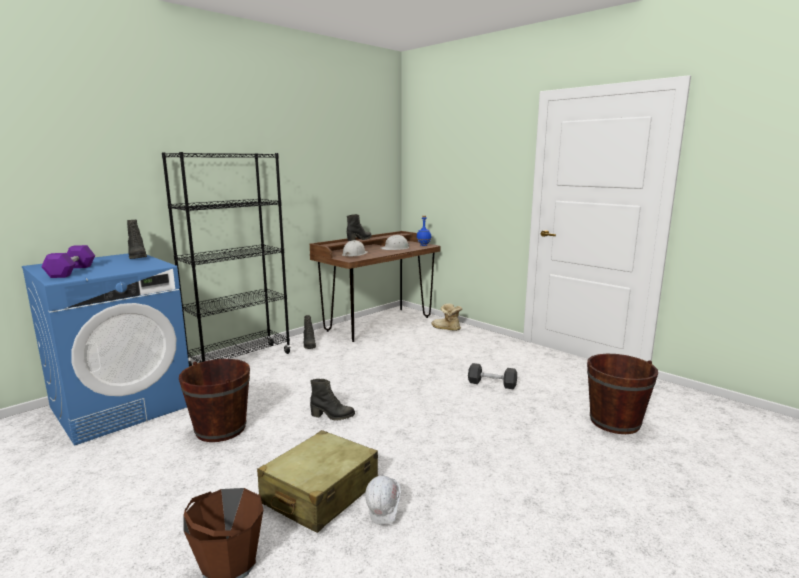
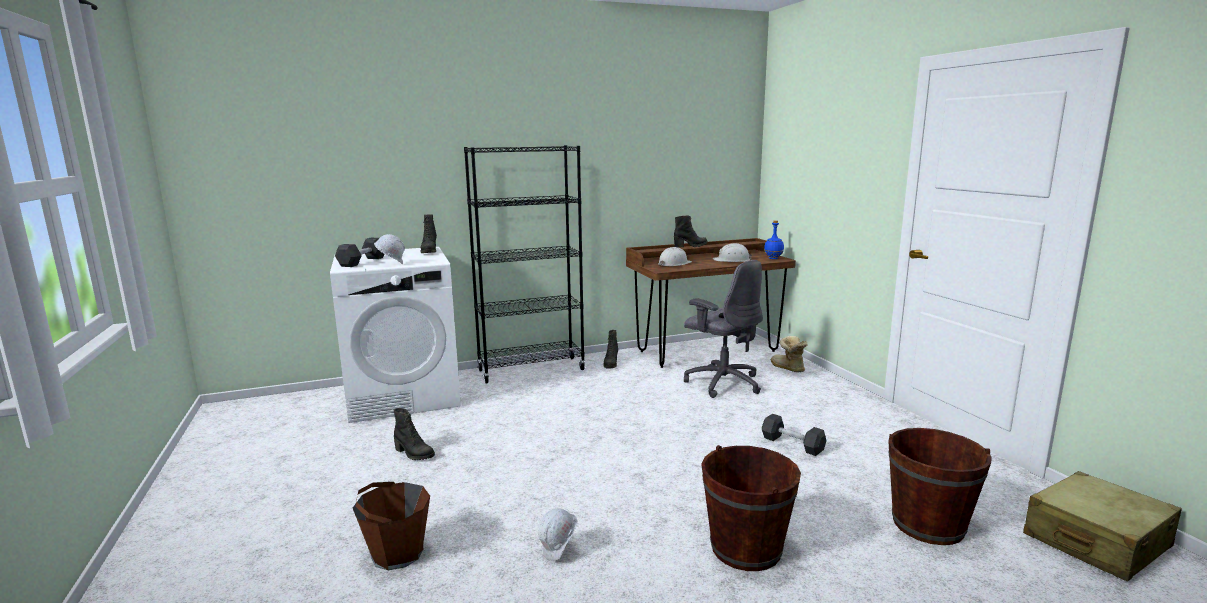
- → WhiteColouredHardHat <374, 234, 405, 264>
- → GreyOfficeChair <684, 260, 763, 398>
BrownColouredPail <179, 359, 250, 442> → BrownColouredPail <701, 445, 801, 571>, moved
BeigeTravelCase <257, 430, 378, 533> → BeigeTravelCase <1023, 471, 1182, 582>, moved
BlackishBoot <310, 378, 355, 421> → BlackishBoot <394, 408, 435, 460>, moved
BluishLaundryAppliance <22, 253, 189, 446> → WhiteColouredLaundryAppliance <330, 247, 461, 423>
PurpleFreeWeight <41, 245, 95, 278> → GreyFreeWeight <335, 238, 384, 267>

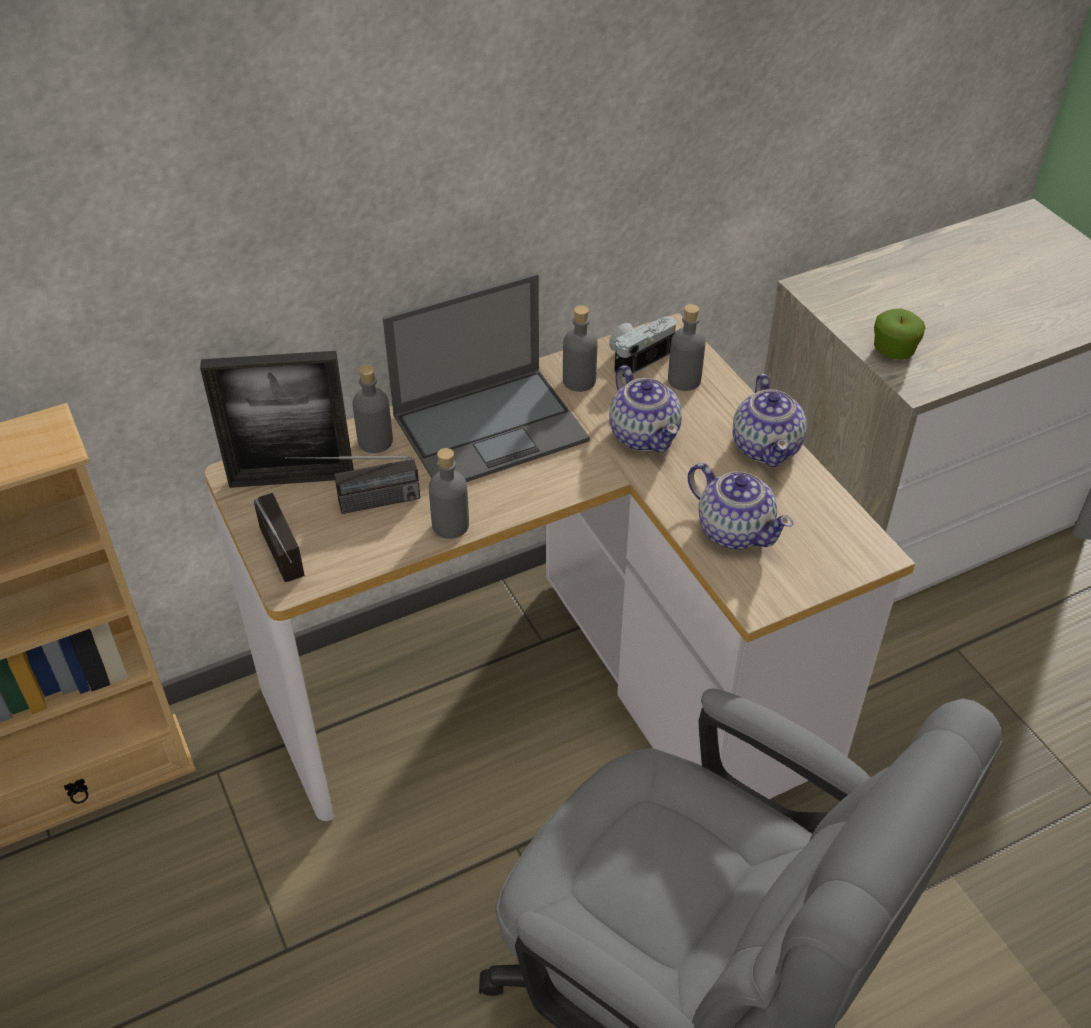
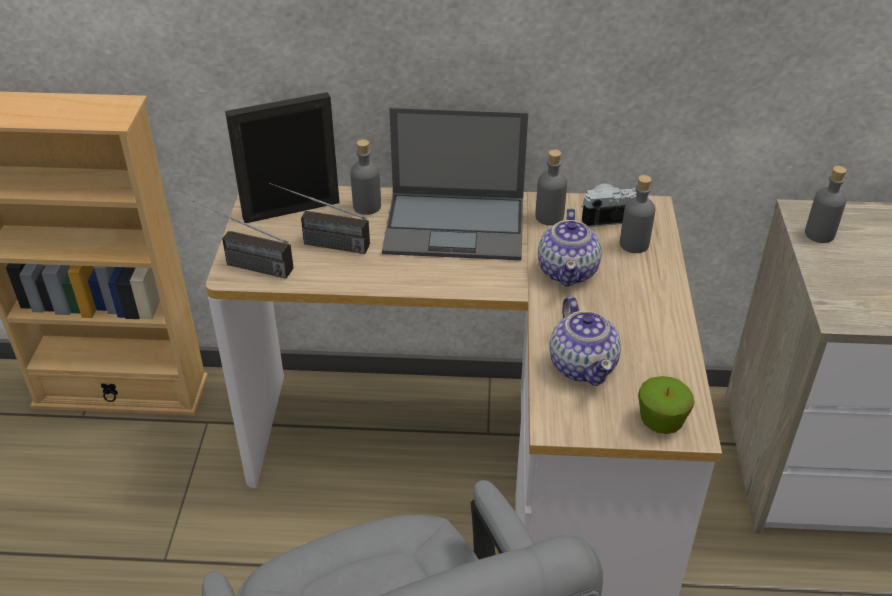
TeaPot <733, 374, 807, 467> → -
GreyBeverageBottle <429, 448, 469, 539> → GreyBeverageBottle <805, 166, 847, 243>, moved
WholeApple <874, 309, 926, 360> → WholeApple <638, 376, 695, 434>, moved
PictureFrame <200, 351, 354, 488> → PictureFrame <225, 92, 339, 223>, 135 degrees clockwise
RadioSet <254, 493, 305, 582> → RadioSet <192, 201, 294, 279>, 105 degrees clockwise

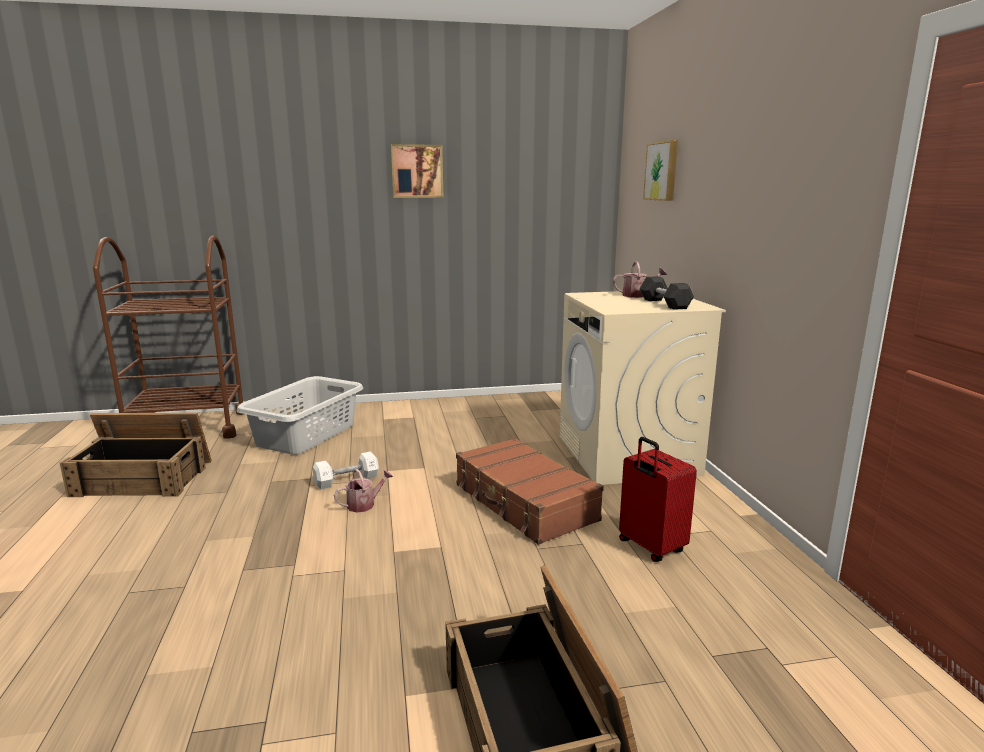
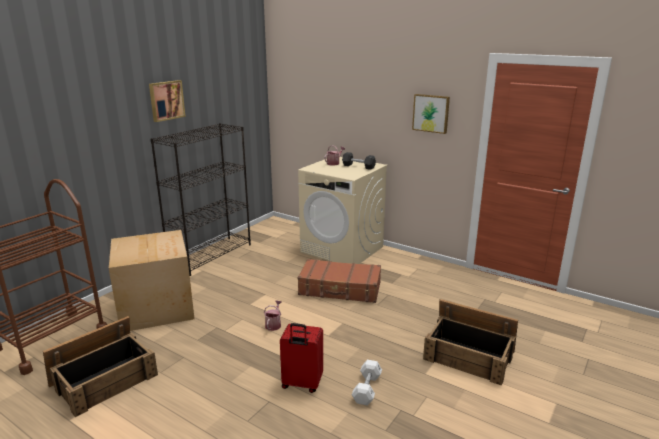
- → BlackishBookshelf <151, 123, 251, 276>
WhiteColouredFreeWeight <313, 451, 379, 489> → WhiteColouredFreeWeight <352, 360, 382, 406>, moved
RedColouredTravelCase <619, 437, 697, 562> → RedColouredTravelCase <280, 323, 323, 393>, moved
WallArt <643, 140, 678, 201> → WallArt <412, 94, 450, 134>, moved
GreyLaundryBasket <237, 376, 363, 455> → CardboardBox <109, 230, 195, 331>

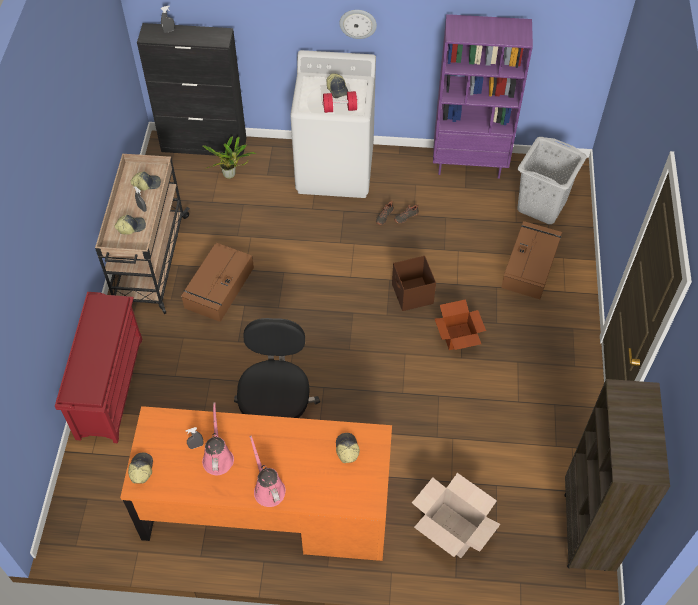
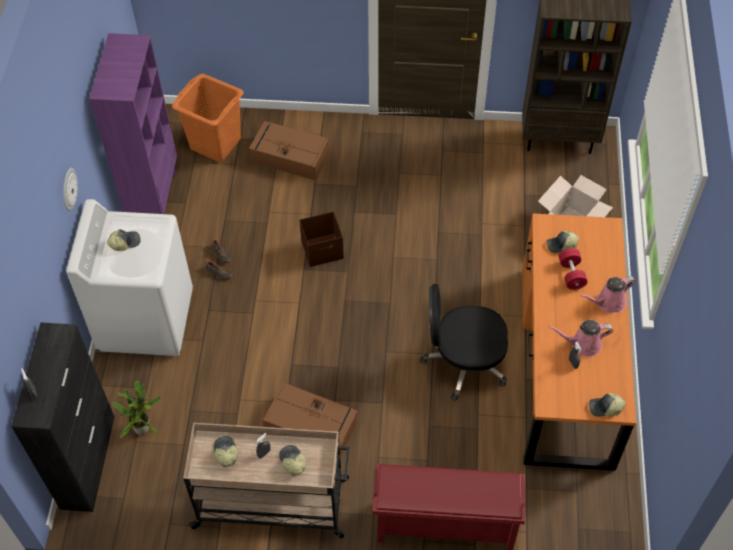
CardboardBox <435, 299, 486, 350> → -
RedColouredFreeWeight <322, 91, 358, 113> → RedColouredFreeWeight <559, 248, 587, 290>, moved
GreyLaundryBasket <517, 137, 587, 224> → OrangeColouredLaundryBasket <172, 74, 244, 162>

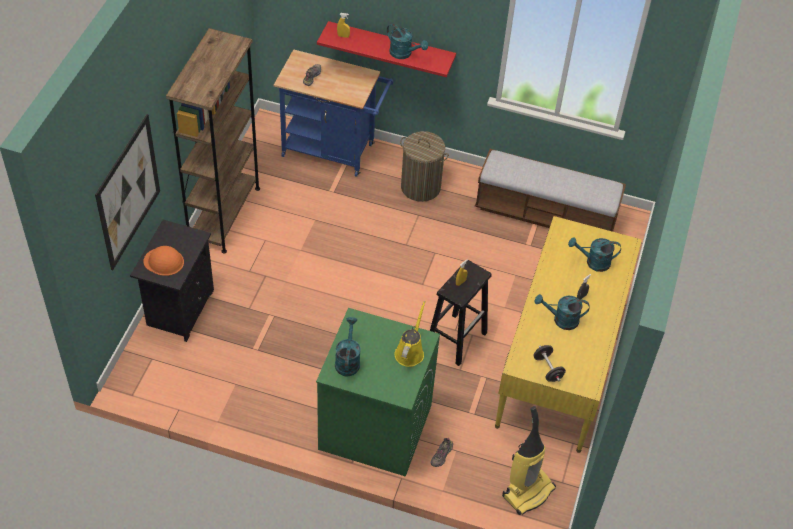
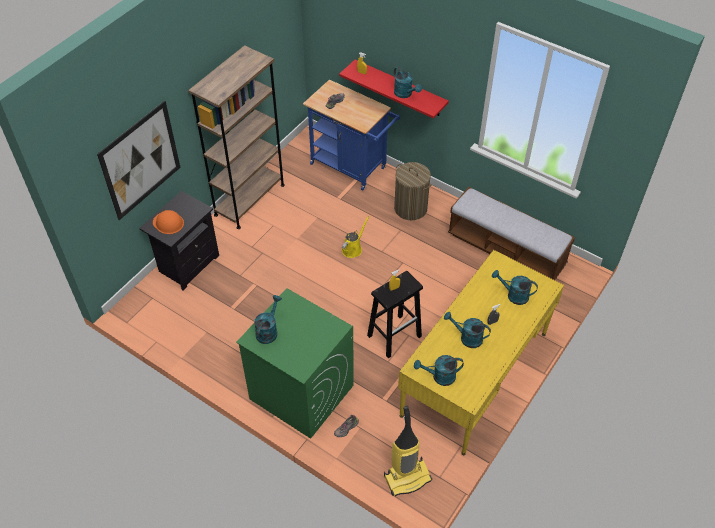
YellowishWateringCan <394, 301, 426, 367> → YellowishWateringCan <342, 216, 369, 258>, moved
BlackishFreeWeight <533, 345, 566, 382> → TurquoiseColouredWateringCan <414, 355, 464, 386>

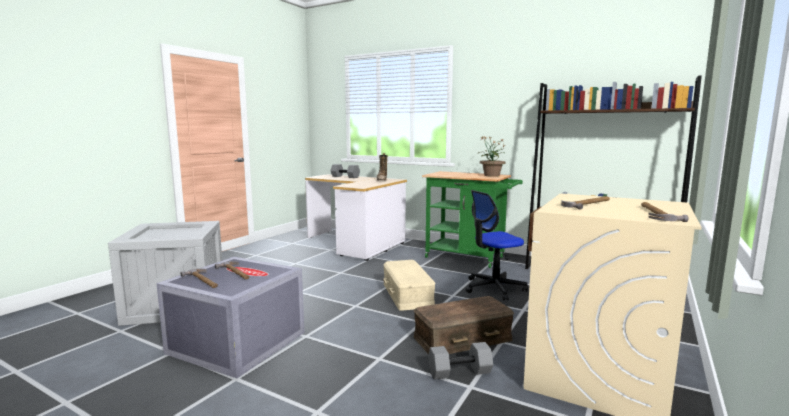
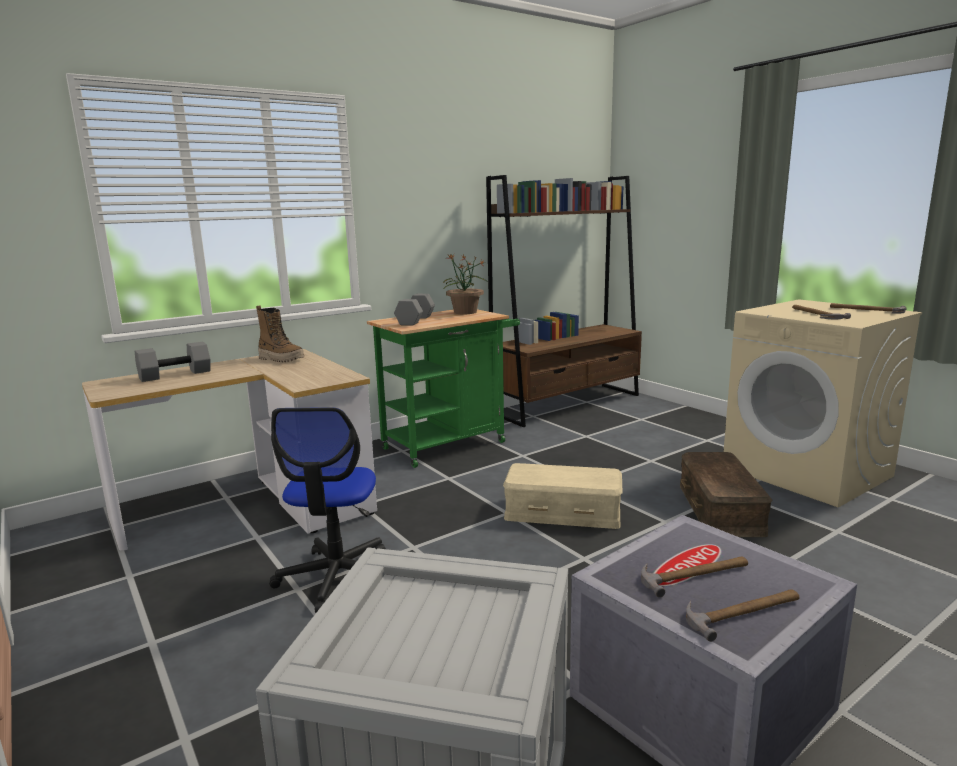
GreyFreeWeight <428, 342, 493, 380> → GreyFreeWeight <394, 294, 435, 326>, moved
OfficeChair <466, 190, 528, 300> → OfficeChair <270, 407, 386, 613>, moved

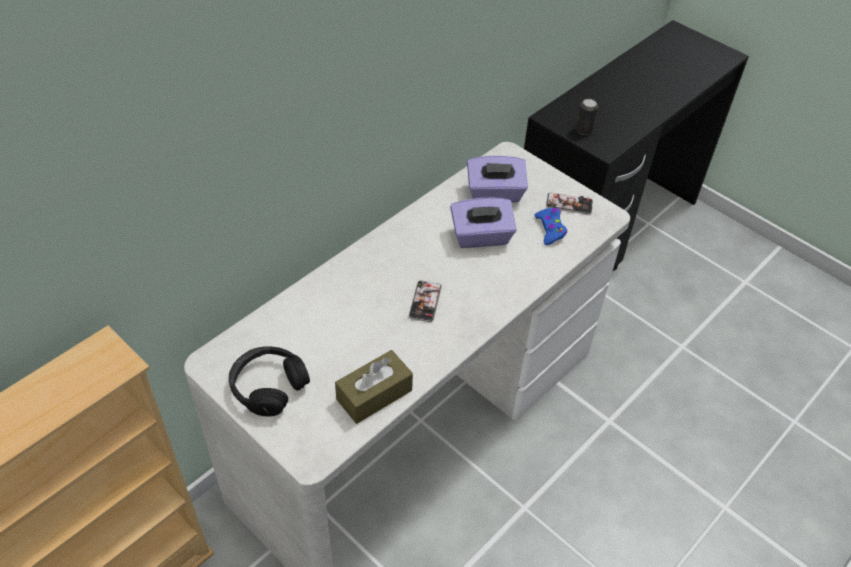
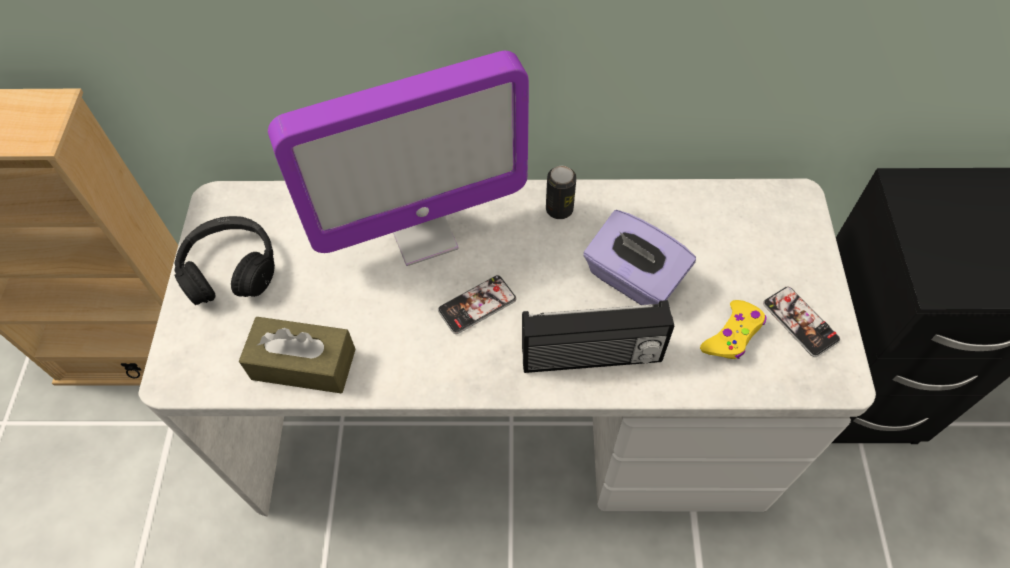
PurpleTissueHolder <467, 156, 528, 203> → -
- → ComputerDisplay <268, 51, 529, 266>
- → RadioSet <522, 300, 674, 373>
SealedCan <576, 99, 598, 135> → SealedCan <546, 166, 576, 219>, moved
BluishJoypad <535, 208, 567, 245> → YellowishJoypad <700, 300, 767, 359>

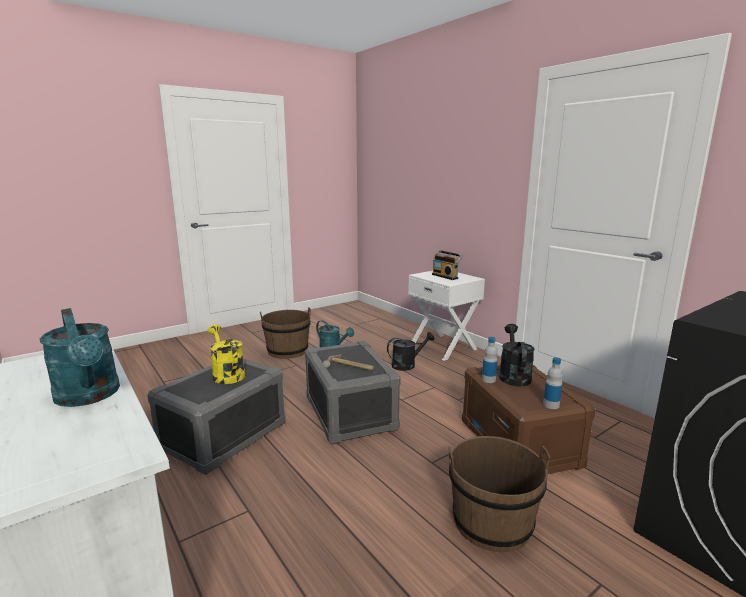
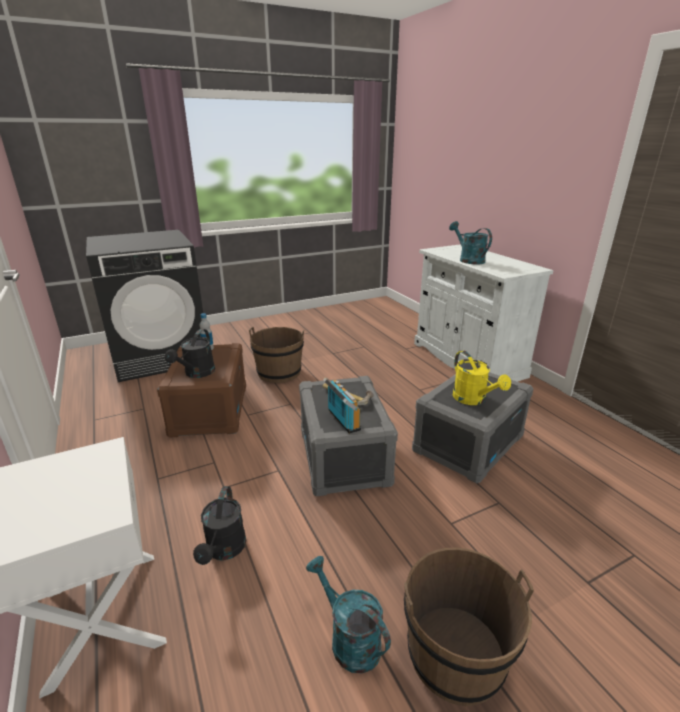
BeverageBottle <482, 337, 498, 383> → -
RadioSet <432, 250, 463, 280> → RadioSet <323, 377, 361, 434>, moved
BlackishWateringCan <387, 332, 435, 371> → BlackishWateringCan <193, 486, 246, 565>, 75 degrees counterclockwise

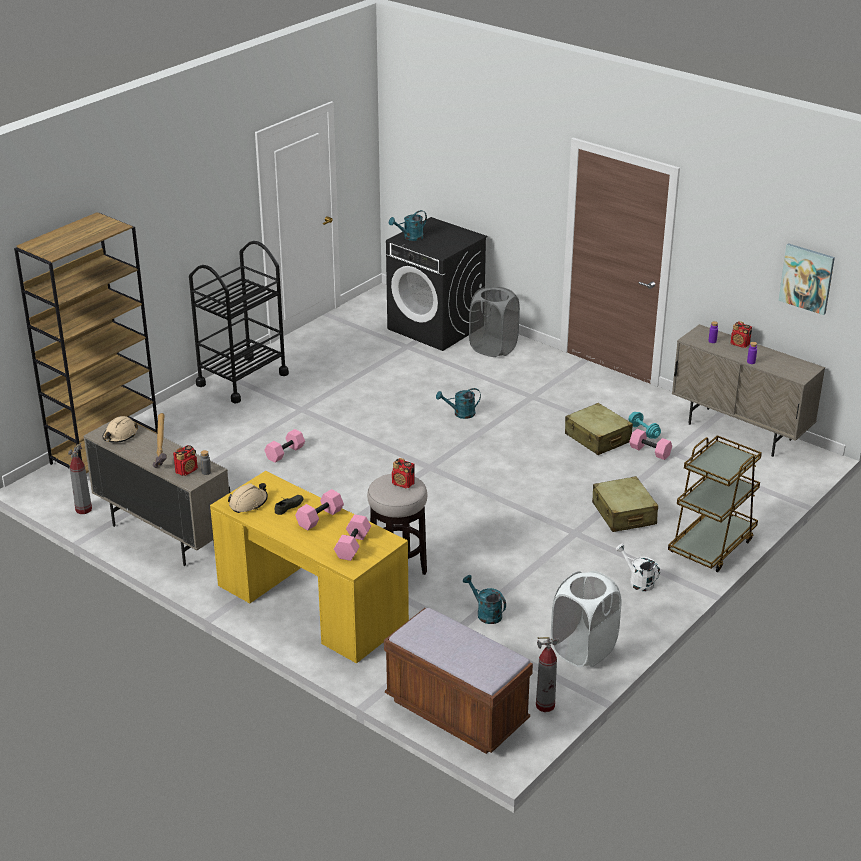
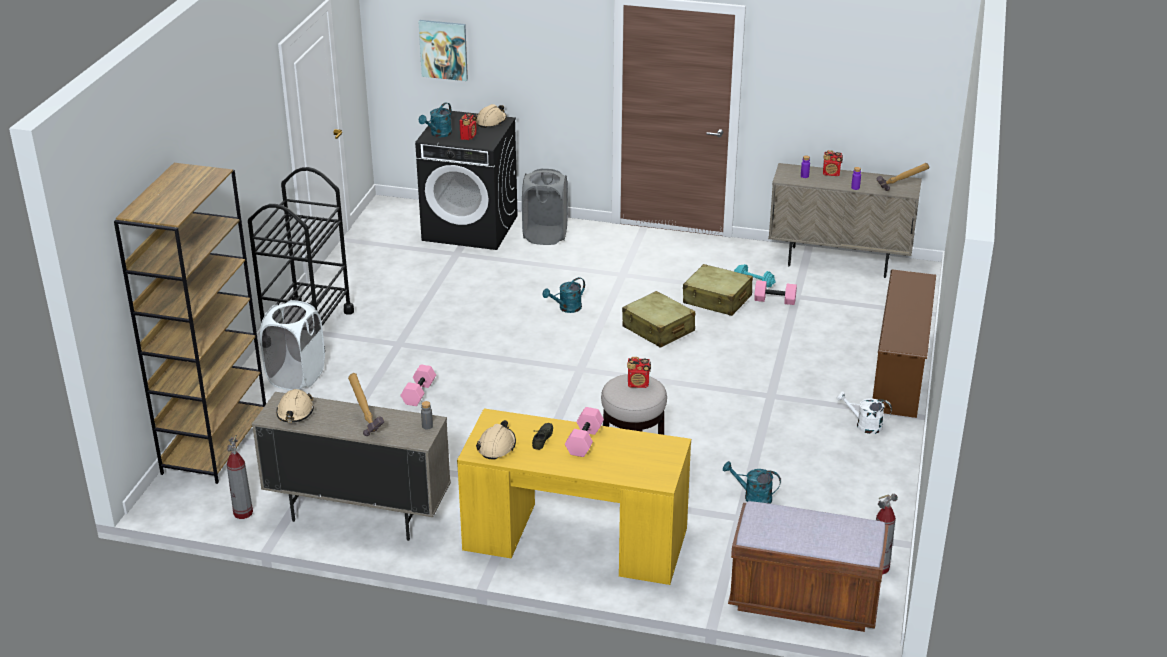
PinkColouredFreeWeight <334, 515, 371, 561> → -
- → BeigeHardHat <475, 104, 507, 128>
- → Hammer <877, 163, 929, 191>
RadioSet <173, 445, 198, 476> → RadioSet <459, 113, 477, 140>, moved
WhiteColouredLaundryBasket <551, 571, 621, 668> → WhiteColouredLaundryBasket <260, 300, 325, 390>, moved
BeigeTravelCase <592, 476, 658, 532> → BeigeTravelCase <622, 291, 695, 348>, moved
WallArt <778, 243, 835, 315> → WallArt <418, 20, 468, 81>, moved
BrownColouredCart <668, 435, 762, 572> → BrownColouredShoeShelf <873, 269, 936, 418>

